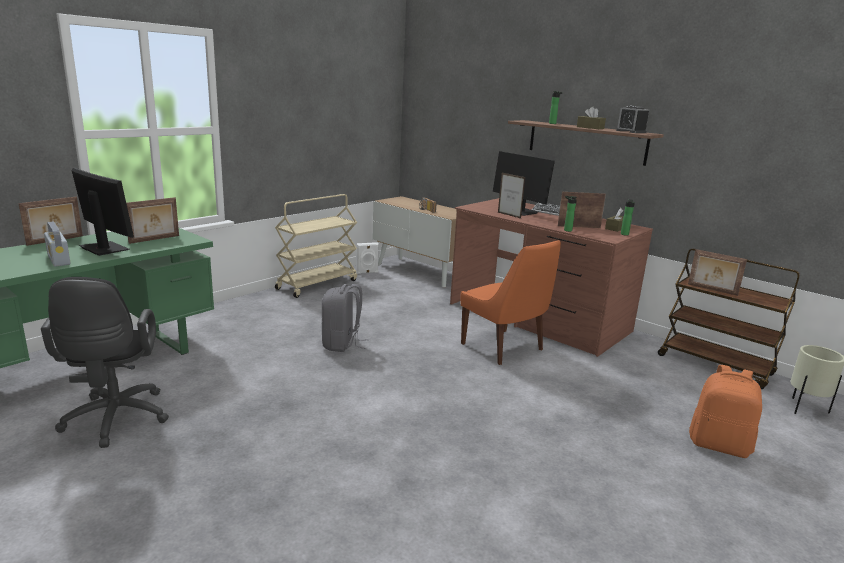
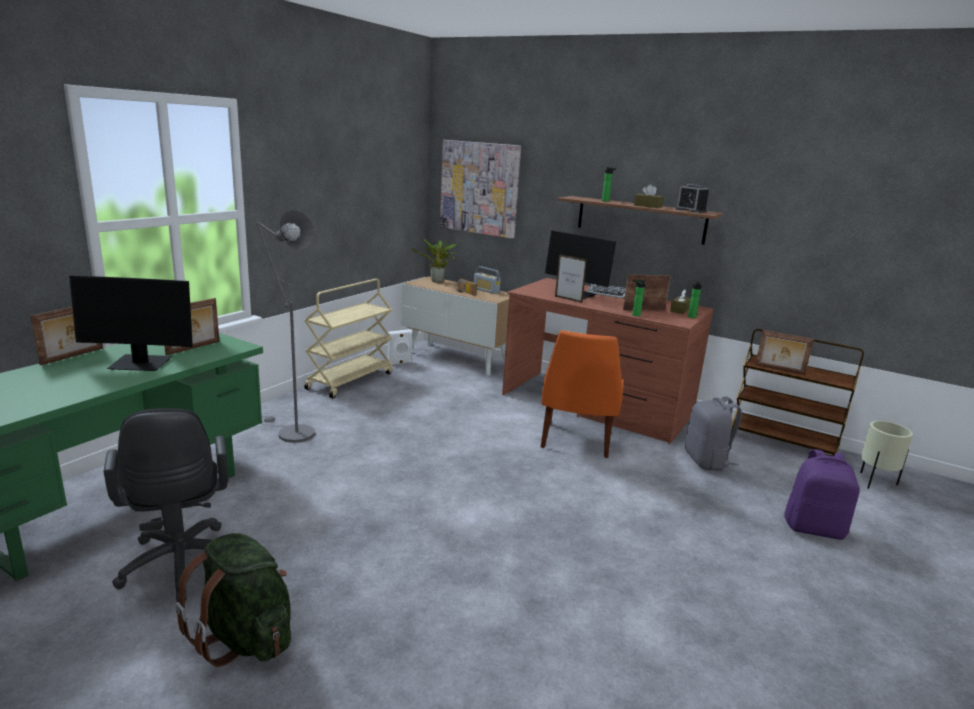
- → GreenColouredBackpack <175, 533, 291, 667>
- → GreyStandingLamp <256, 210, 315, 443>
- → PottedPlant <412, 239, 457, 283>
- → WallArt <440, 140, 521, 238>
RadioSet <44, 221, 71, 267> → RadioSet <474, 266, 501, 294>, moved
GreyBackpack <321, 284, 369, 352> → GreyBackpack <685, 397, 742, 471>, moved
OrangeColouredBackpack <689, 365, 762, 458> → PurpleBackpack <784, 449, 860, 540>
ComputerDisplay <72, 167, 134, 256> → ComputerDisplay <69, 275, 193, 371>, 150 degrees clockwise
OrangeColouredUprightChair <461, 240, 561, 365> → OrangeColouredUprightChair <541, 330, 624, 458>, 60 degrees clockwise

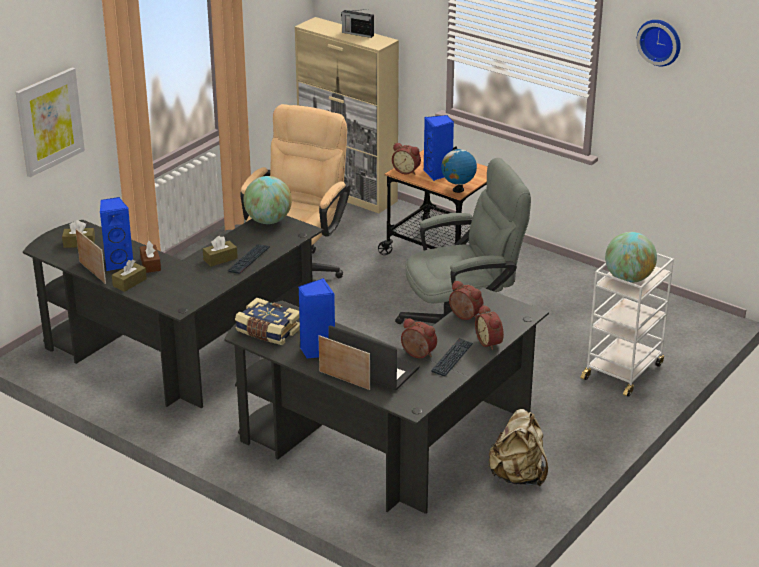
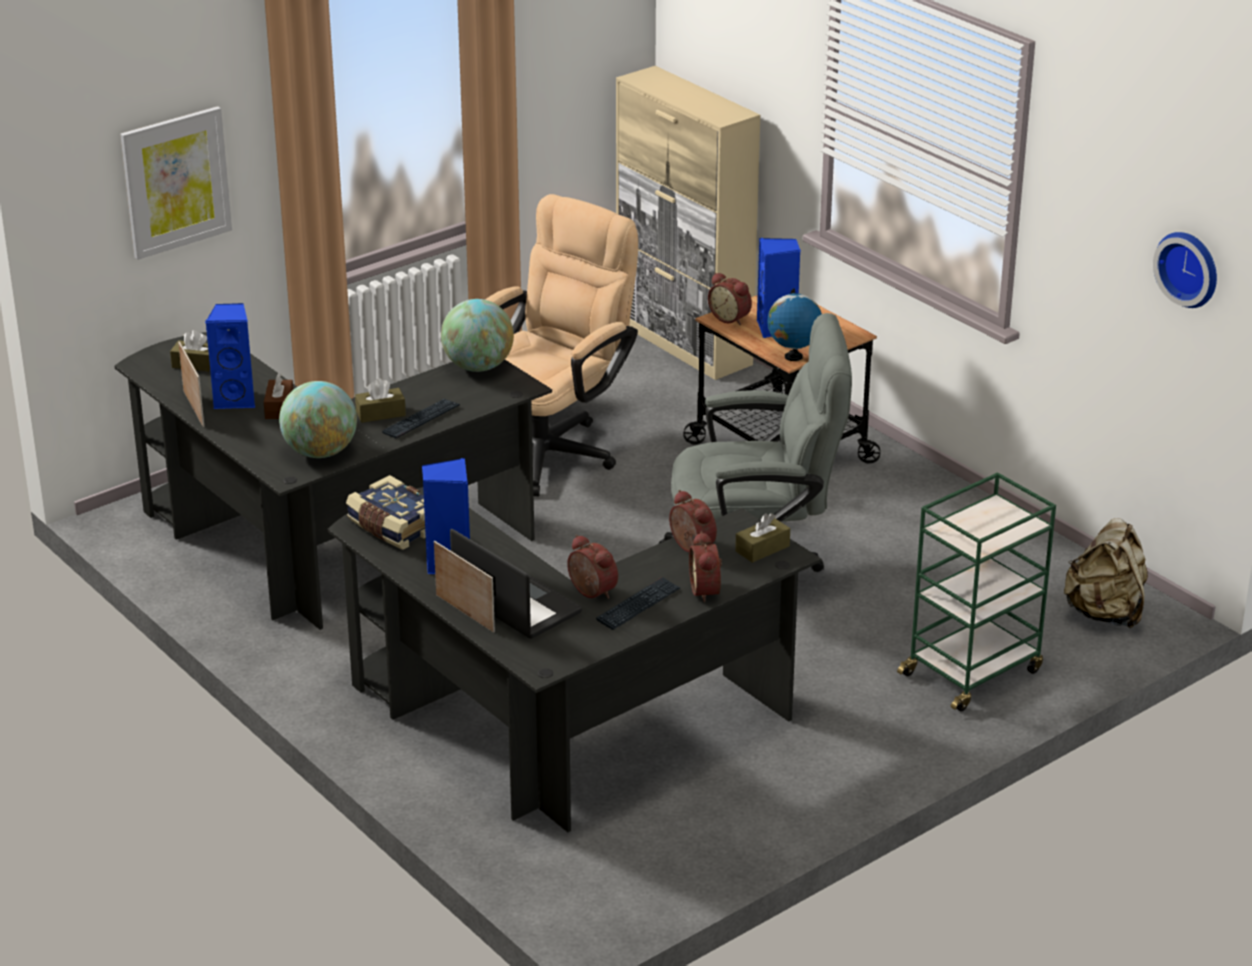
RadioSet <341, 9, 374, 38> → -
BrownColouredTissueHolder <112, 259, 147, 292> → BrownColouredTissueHolder <735, 513, 790, 563>, moved
BeigeBackpack <488, 409, 548, 486> → BeigeBackpack <1063, 518, 1148, 628>, moved
WorldGlobe <605, 232, 657, 283> → WorldGlobe <279, 381, 357, 458>, moved
HangingClock <636, 20, 681, 66> → HangingClock <1153, 232, 1217, 308>, moved
WhiteColouredCart <580, 253, 674, 397> → GreenColouredCart <897, 472, 1056, 711>

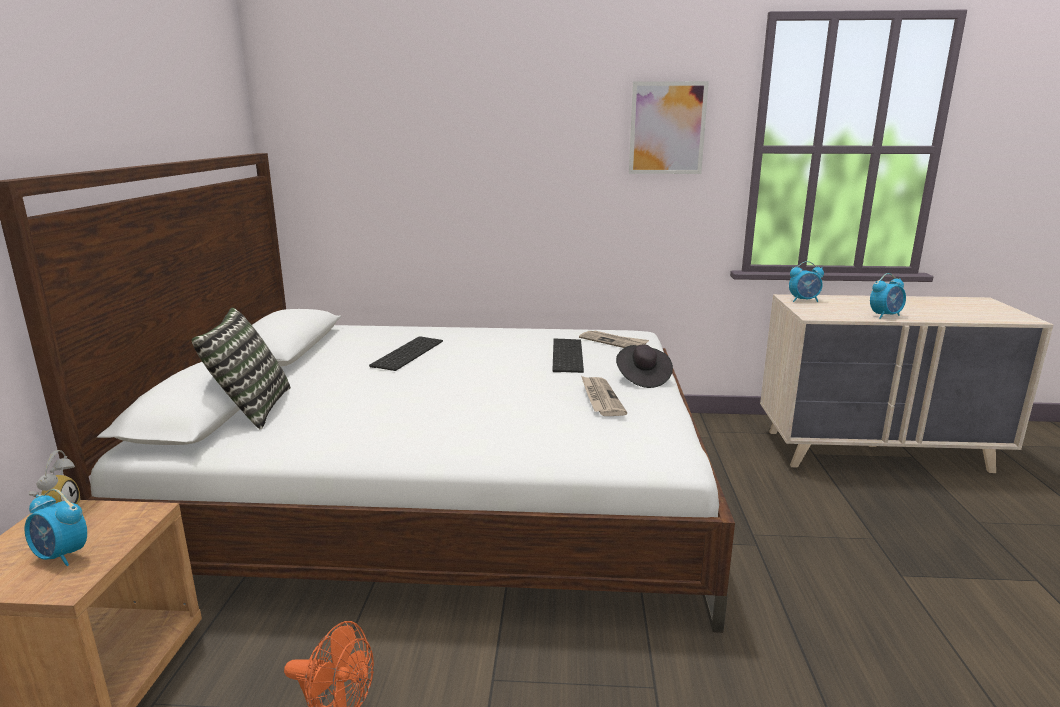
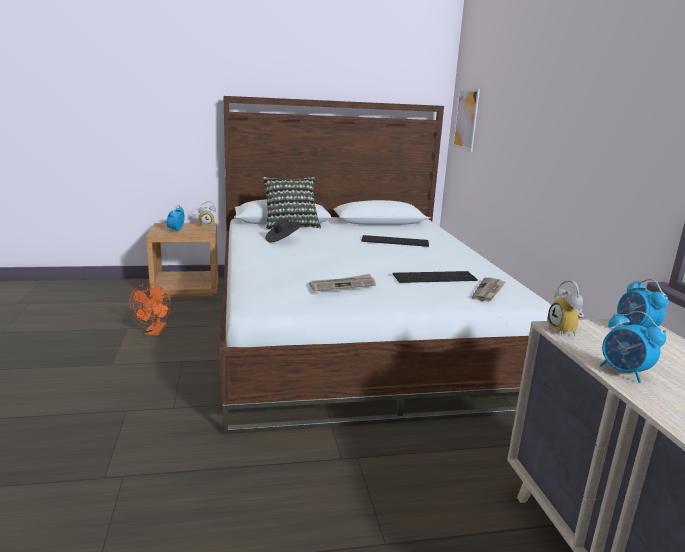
- → TableClock <548, 280, 584, 336>
BlackishHat <616, 344, 673, 388> → BlackishHat <265, 218, 302, 243>, moved
WallArt <629, 81, 709, 174> → WallArt <453, 88, 480, 152>, moved

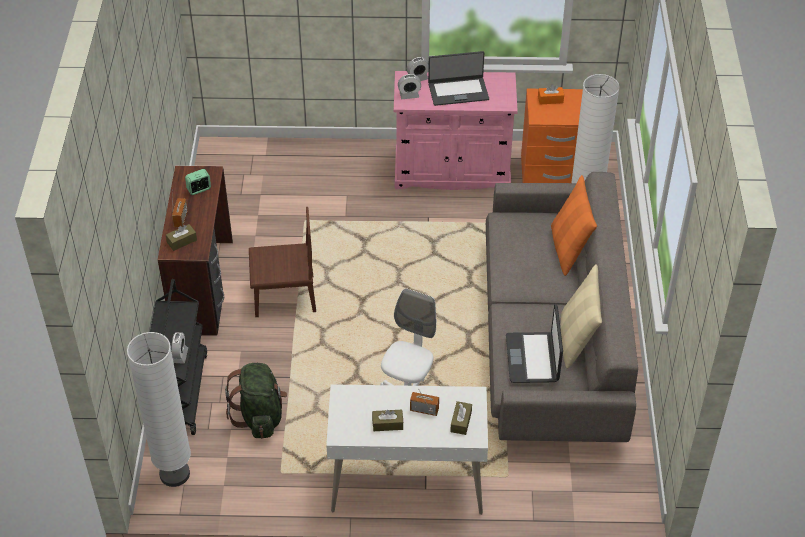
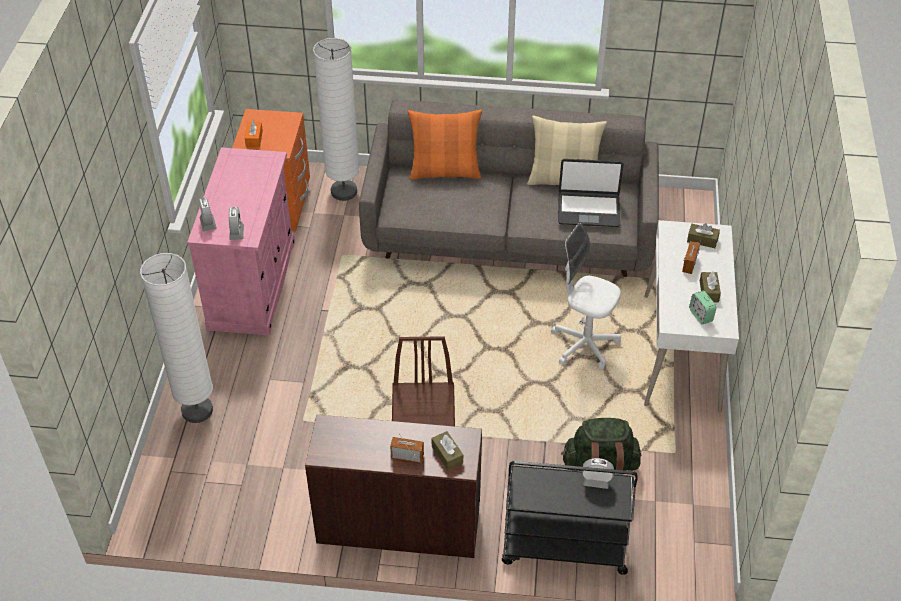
Laptop <428, 51, 489, 106> → -
WhiteColouredStandingLamp <127, 332, 191, 487> → WhiteColouredStandingLamp <140, 253, 213, 423>, moved
TableClock <185, 169, 211, 195> → TableClock <689, 291, 716, 324>, moved

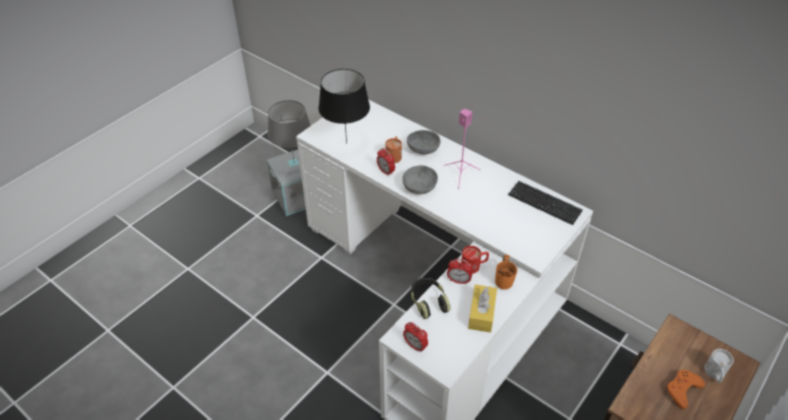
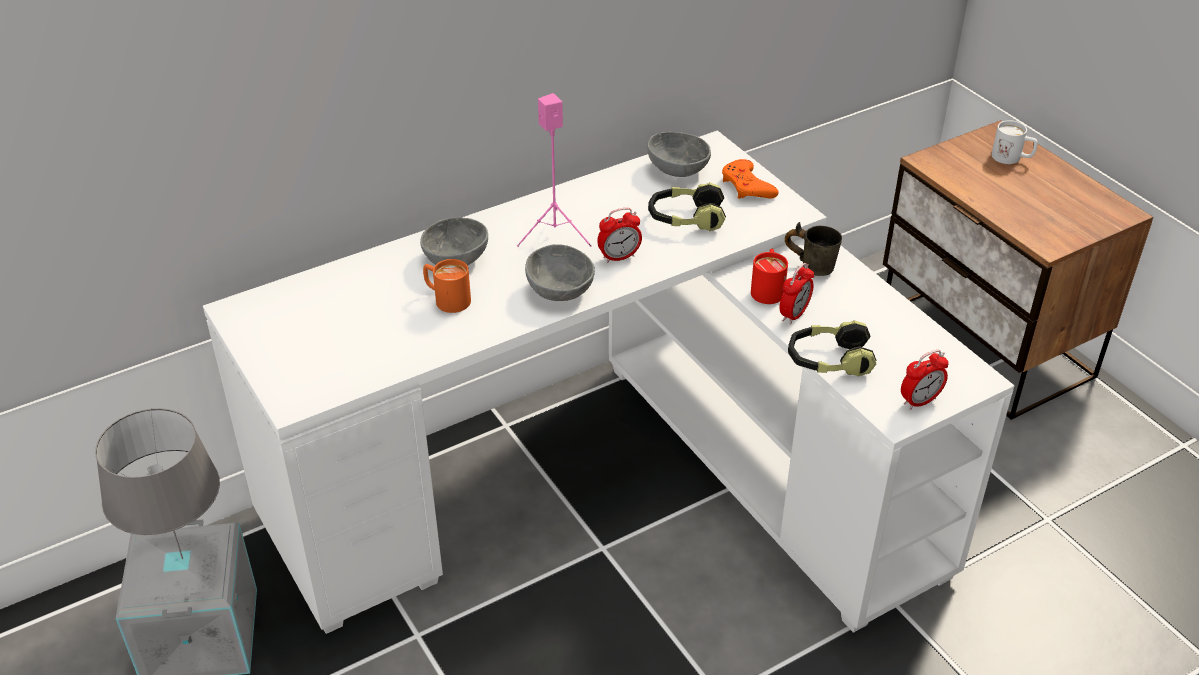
BlackishLampForATable <318, 69, 370, 144> → -
YellowishTissueHolder <468, 284, 497, 333> → -
- → Headphones <648, 182, 726, 231>
TableClock <377, 148, 395, 176> → TableClock <597, 208, 642, 263>, moved
OrangeColouredJoypad <666, 370, 705, 409> → OrangeColouredJoypad <722, 159, 779, 199>, moved
ComputerKeyboard <508, 181, 583, 225> → GreyDeepDish <647, 132, 711, 177>
OrangeColouredCoffeeMug <495, 255, 517, 289> → GreyCoffeeMug <785, 222, 842, 276>

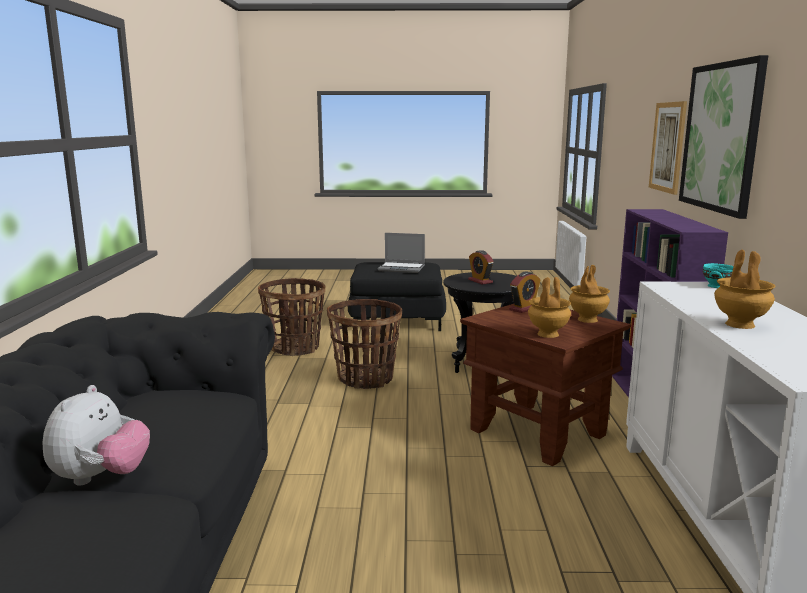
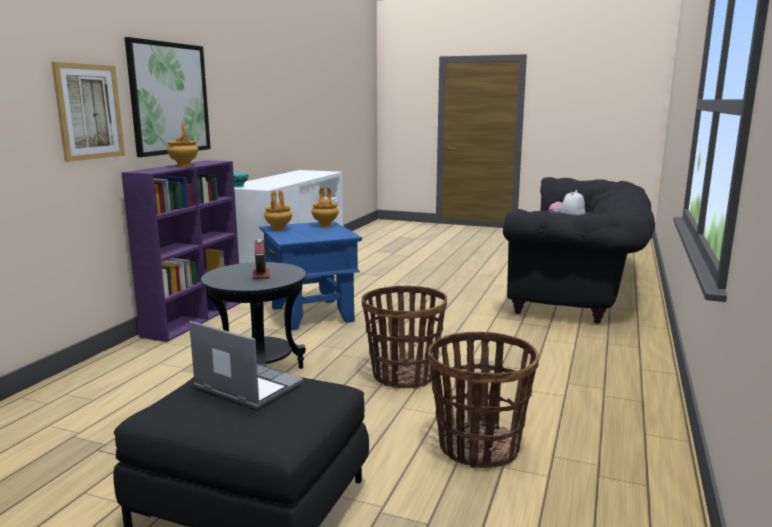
TableClock <509, 272, 541, 313> → -
BrownColouredDecorativeVase <714, 250, 776, 329> → BrownColouredDecorativeVase <167, 123, 198, 167>, moved
BrownColouredAccentTable <460, 304, 631, 466> → BluishAccentTable <259, 221, 362, 331>

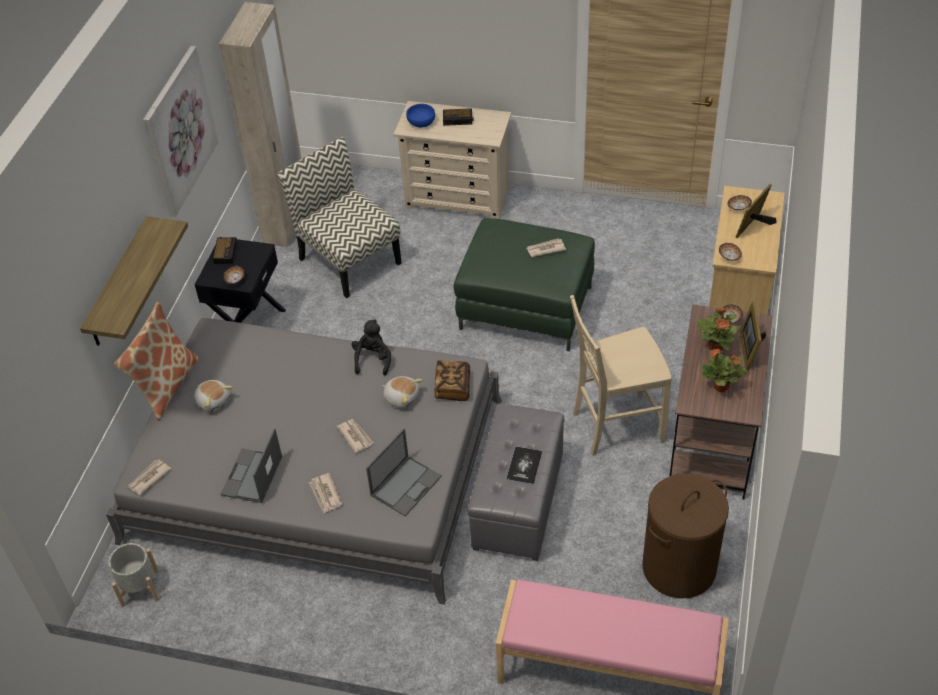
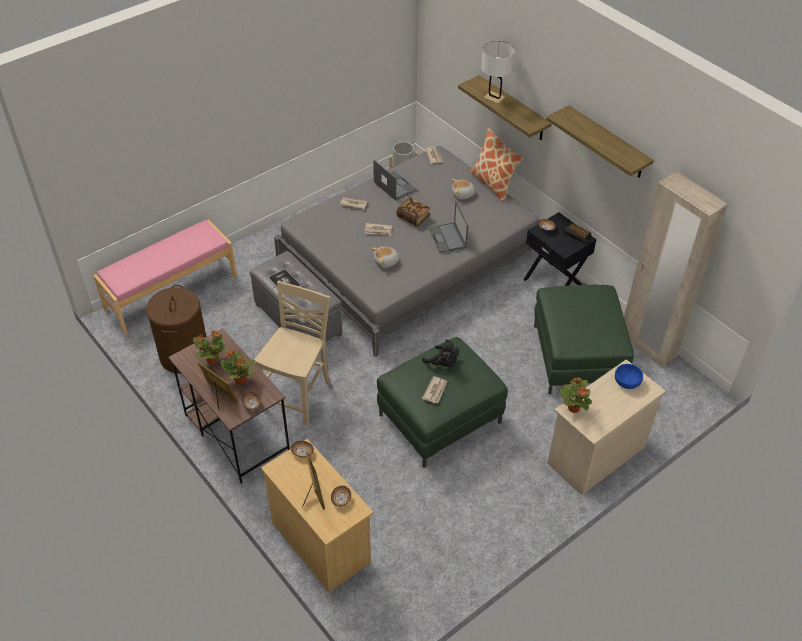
TableClock <443, 108, 474, 126> → -
- → WhiteColouredLampForATable <481, 41, 515, 105>
- → PottedPlant <559, 377, 592, 413>
BlackishSoftToy <352, 319, 391, 375> → BlackishSoftToy <422, 340, 459, 367>, moved
Laptop <366, 429, 442, 516> → Laptop <429, 201, 468, 253>, moved
BoundBook <434, 360, 470, 401> → BoundBook <396, 197, 430, 227>, moved
WallArt <143, 46, 218, 217> → WallShelf <546, 105, 654, 178>
UprightChair <277, 137, 402, 298> → GreenColouredPouffe <534, 285, 634, 394>

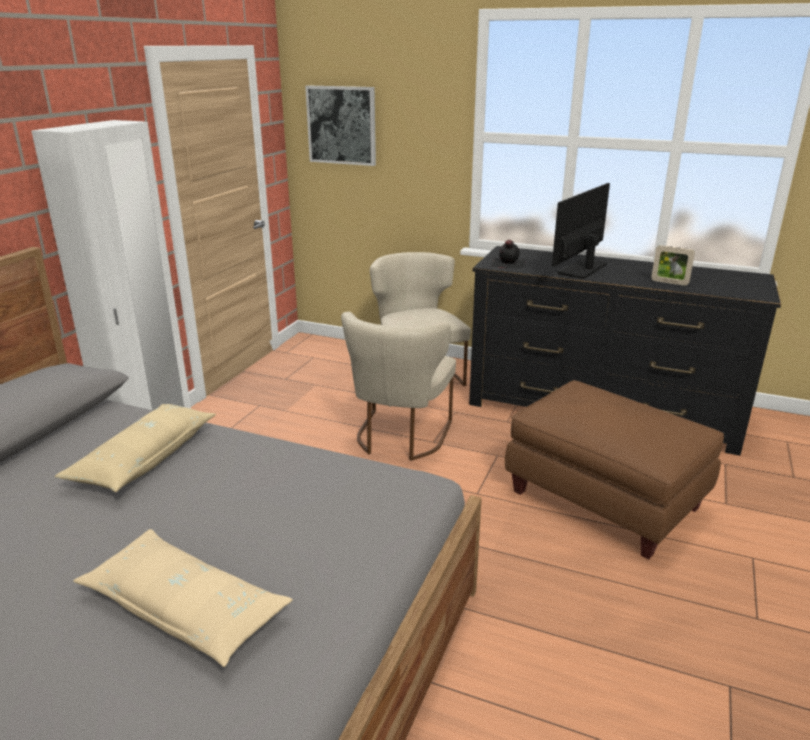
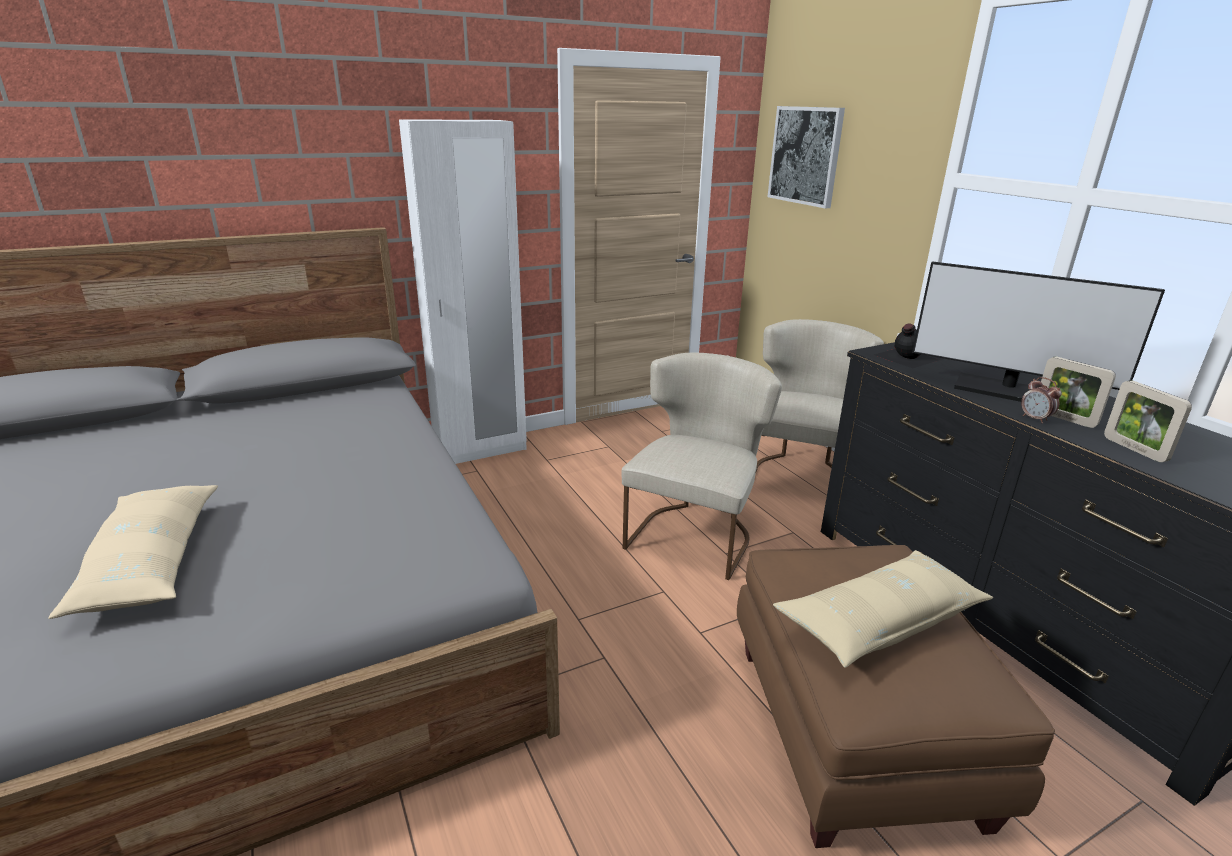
- → TableClock <1021, 377, 1062, 423>
- → PictureFrame <1041, 356, 1116, 428>
BeigeCushion <55, 404, 216, 492> → BeigeCushion <773, 550, 993, 668>, moved
BeigeUprightChair <341, 312, 456, 461> → BeigeUprightChair <622, 353, 782, 580>, 150 degrees clockwise
ComputerDisplay <552, 183, 610, 279> → ComputerDisplay <912, 261, 1165, 402>, 135 degrees counterclockwise

